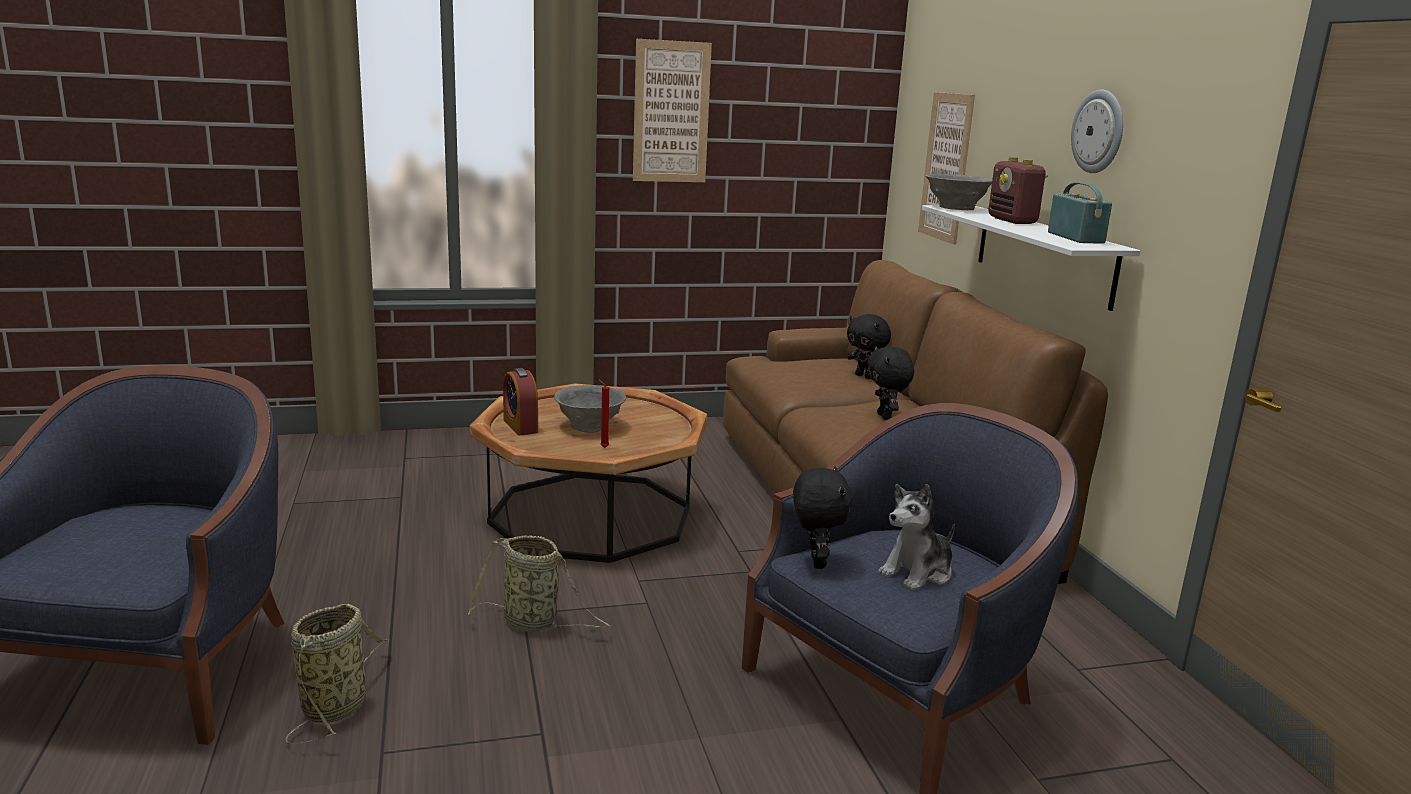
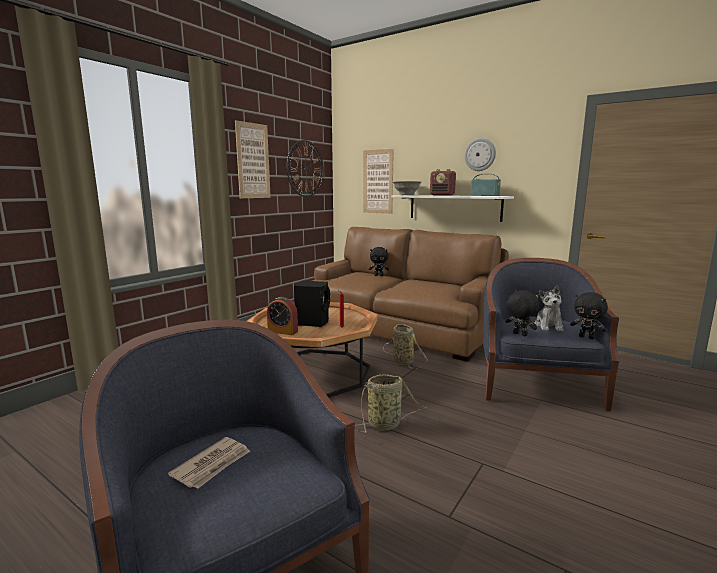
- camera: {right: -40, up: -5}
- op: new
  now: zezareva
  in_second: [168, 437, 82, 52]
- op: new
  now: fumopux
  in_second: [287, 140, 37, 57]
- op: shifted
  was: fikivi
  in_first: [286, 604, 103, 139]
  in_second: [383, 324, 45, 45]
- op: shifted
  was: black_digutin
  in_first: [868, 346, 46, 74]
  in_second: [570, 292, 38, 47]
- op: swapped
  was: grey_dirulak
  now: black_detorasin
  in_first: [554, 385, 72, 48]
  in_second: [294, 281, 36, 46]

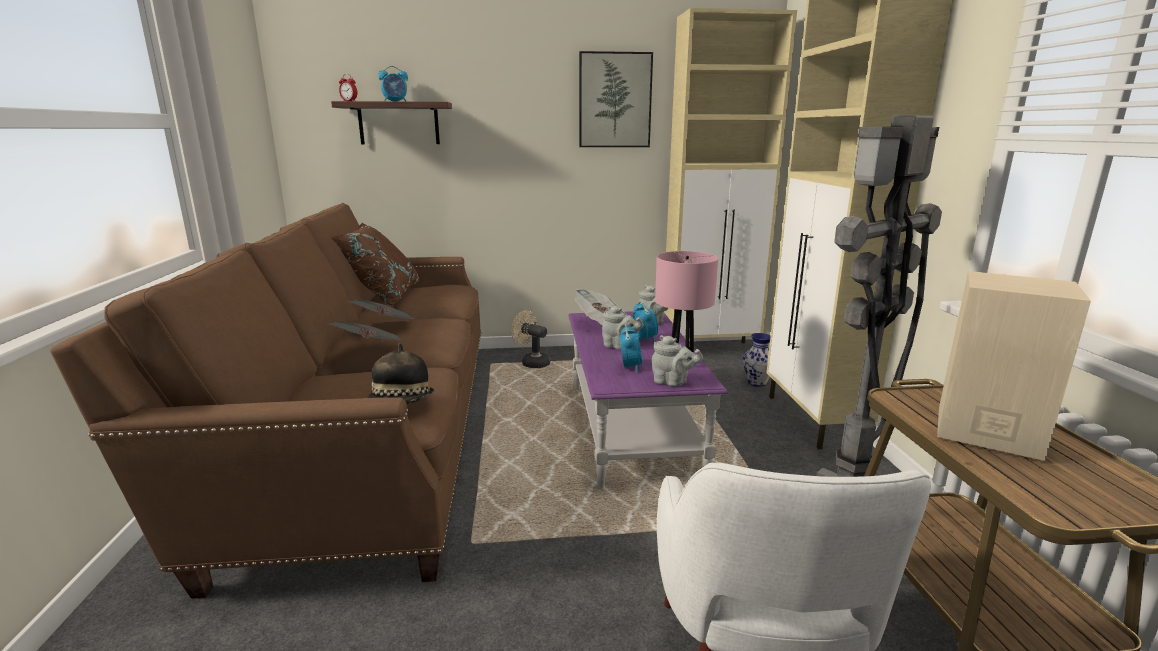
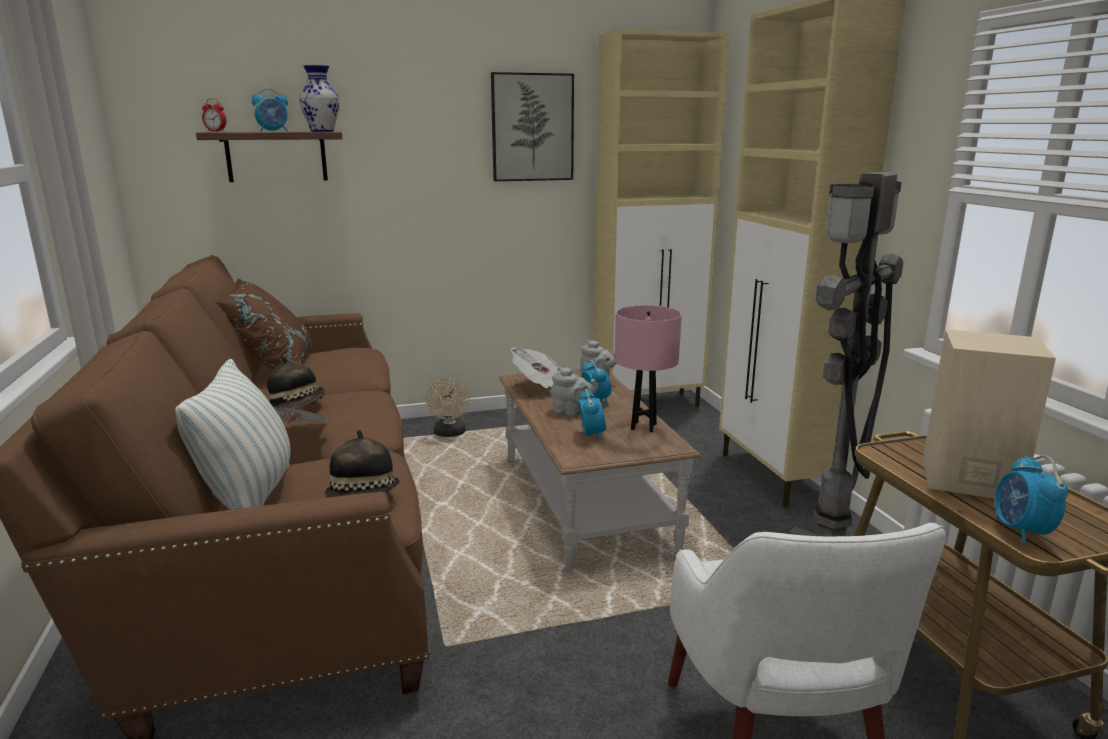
- camera: {right: -10, up: 0}
- op: gone
  was: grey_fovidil
  in_first: [652, 335, 51, 51]
- op: new
  now: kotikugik
  in_second: [175, 359, 115, 151]
- op: new
  now: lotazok
  in_second: [995, 455, 73, 89]
- op: shifted
  was: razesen
  in_first: [743, 333, 28, 54]
  in_second: [299, 65, 41, 67]
- op: swapped
  was: zezareva
  now: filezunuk
  in_first: [348, 300, 69, 19]
  in_second: [267, 357, 58, 52]
- op: repainted
  was: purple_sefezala
  now: brown_sefezala
  in_first: [568, 311, 160, 177]
  in_second: [499, 368, 203, 203]
- op: rotated
  was: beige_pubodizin
  in_first: [511, 310, 39, 58]
  in_second: [426, 378, 44, 59]
  clockwise: -120

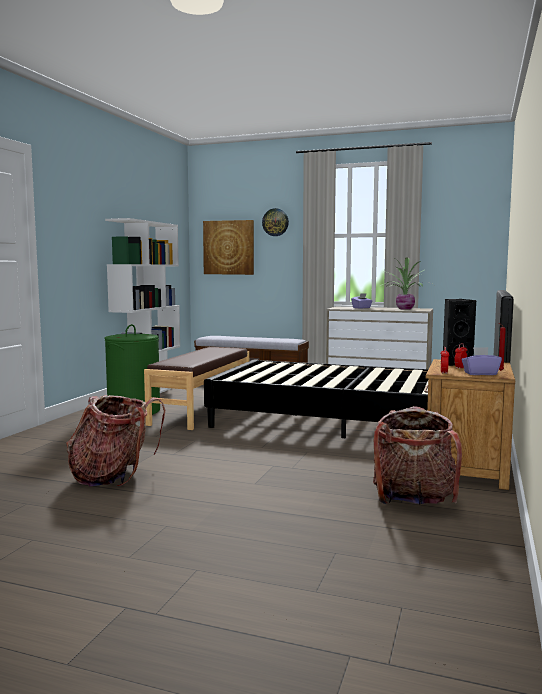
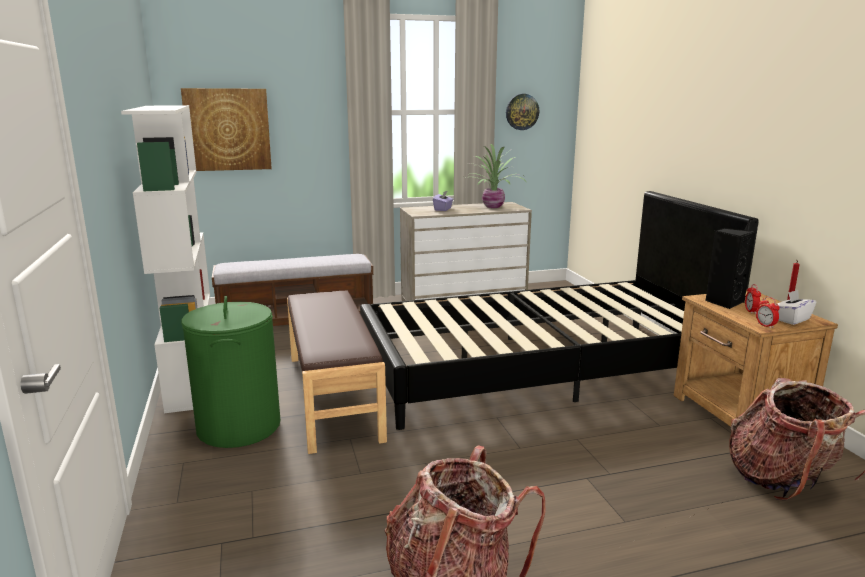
- camera: {right: -35, up: 10}
- op: shifted
  was: fumopux
  in_first: [262, 208, 27, 28]
  in_second: [506, 94, 33, 36]
- op: repainted
  was: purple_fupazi
  now: white_fupazi
  in_first: [462, 347, 40, 28]
  in_second: [777, 290, 39, 35]

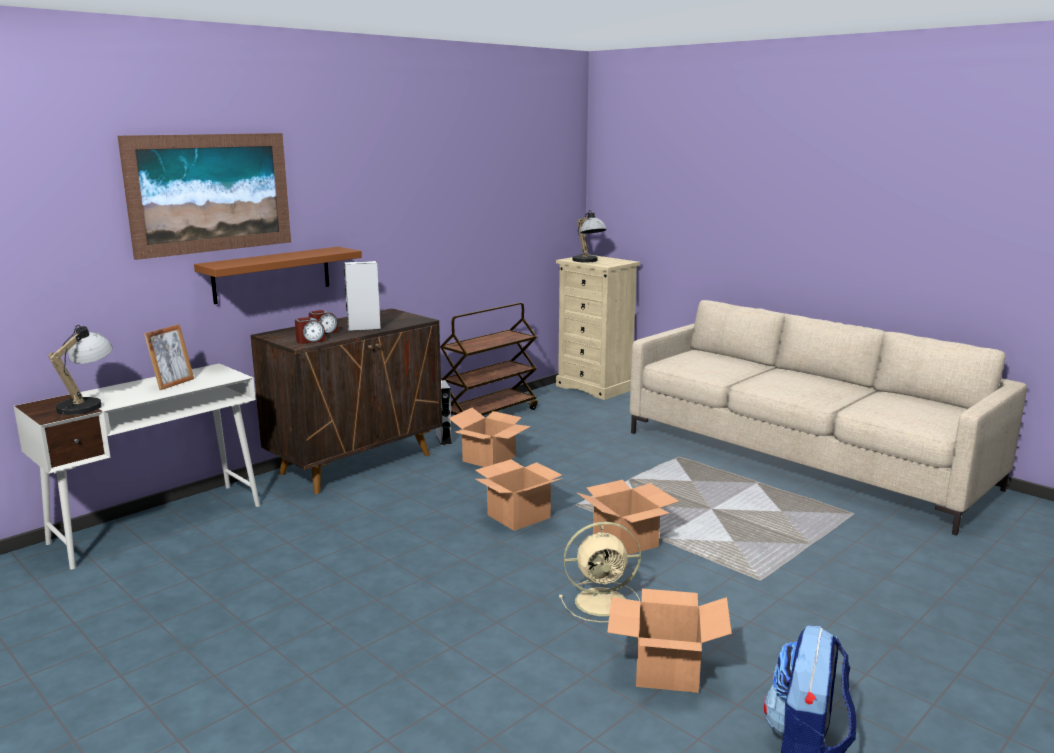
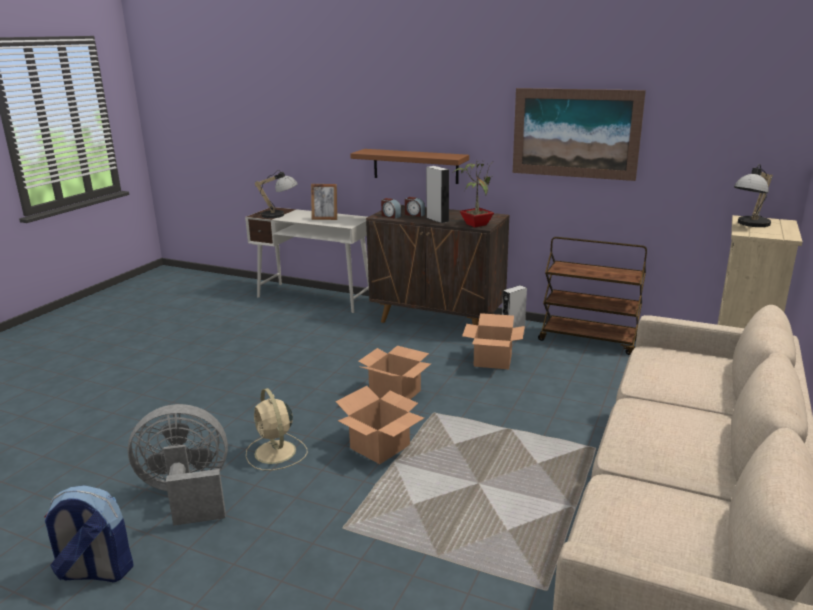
- camera: {right: 70, up: 5}
- op: new
  now: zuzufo
  in_second: [454, 159, 40, 68]
- op: shifted
  was: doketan
  in_first: [118, 133, 173, 127]
  in_second: [513, 88, 133, 93]
- op: swapped
  was: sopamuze
  now: grey_pubodizin
  in_first: [607, 589, 125, 104]
  in_second: [128, 404, 100, 122]

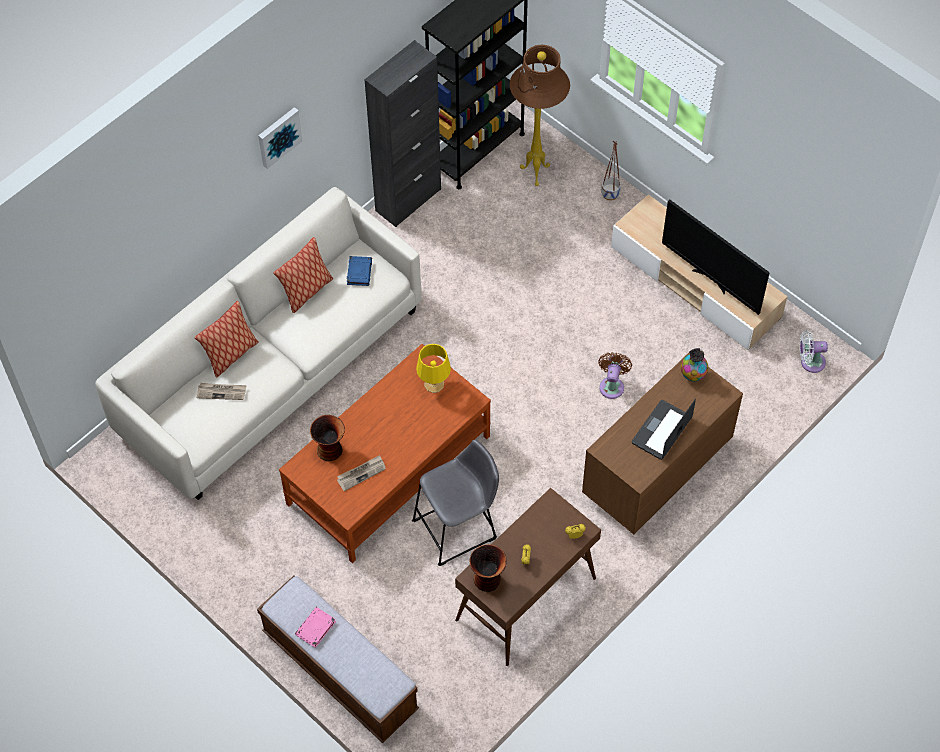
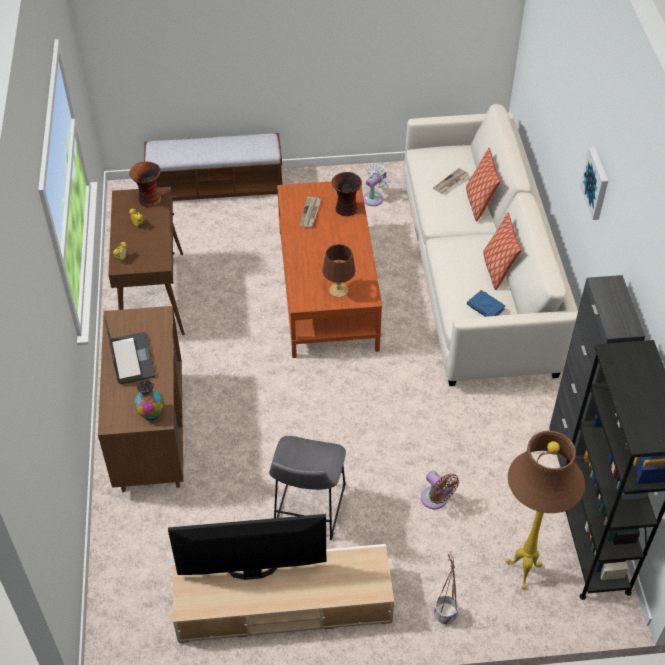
- camera: {right: 130, up: -10}
- op: gone
  was: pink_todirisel
  in_first: [295, 607, 41, 41]
- op: shifted
  was: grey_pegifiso
  in_first: [412, 440, 87, 126]
  in_second: [269, 436, 77, 104]
- op: shifted
  was: brown_pubodizin
  in_first: [598, 352, 34, 47]
  in_second: [421, 471, 38, 38]
- op: shifted
  was: white_pubodizin
  in_first: [800, 330, 28, 43]
  in_second: [363, 163, 29, 43]
- op: repainted
  was: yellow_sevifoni
  now: brown_sevifoni
  in_first: [416, 344, 35, 49]
  in_second: [322, 244, 34, 54]

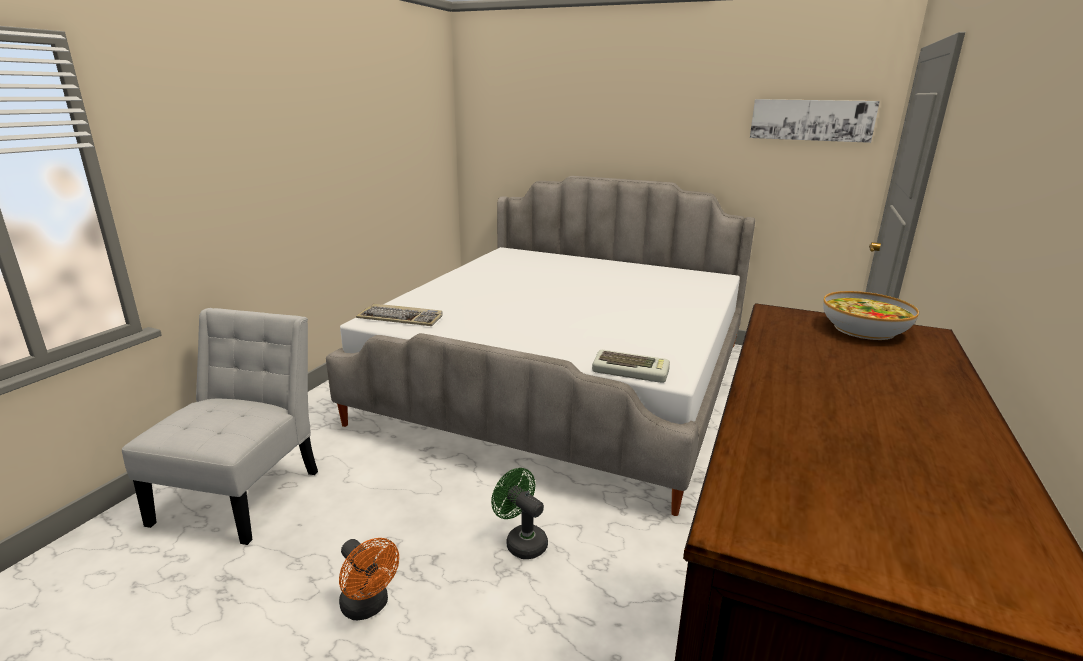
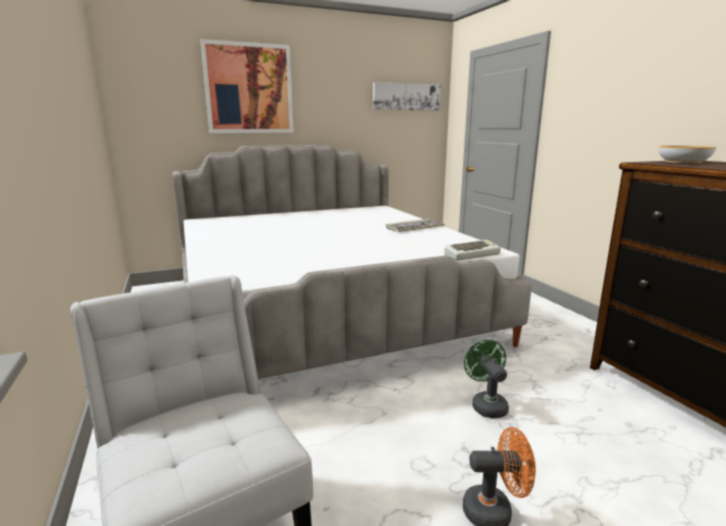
- camera: {right: -45, up: -5}
- op: new
  now: doketan
  in_second: [200, 39, 94, 94]
- op: shifted
  was: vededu
  in_first: [356, 304, 87, 22]
  in_second: [386, 219, 59, 13]
- op: rotated
  was: green_pubodizin
  in_first: [491, 468, 57, 91]
  in_second: [464, 340, 45, 78]
  clockwise: 75

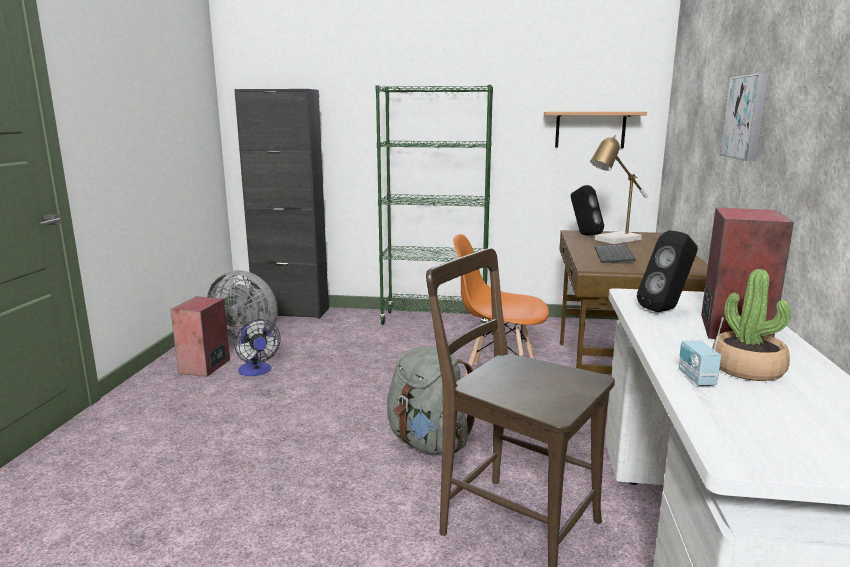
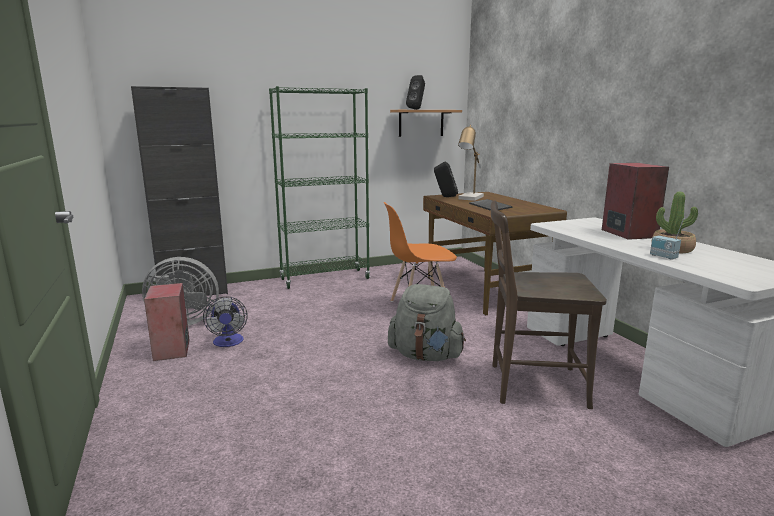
- camera: {right: -30, up: 0}
- op: gone
  was: doketan
  in_first: [720, 73, 49, 88]
- op: shifted
  was: black_detorasin
  in_first: [637, 230, 61, 82]
  in_second: [406, 75, 19, 35]
- op: rotated
  was: pubodizin
  in_first: [234, 319, 47, 57]
  in_second: [203, 296, 45, 51]
  clockwise: 45

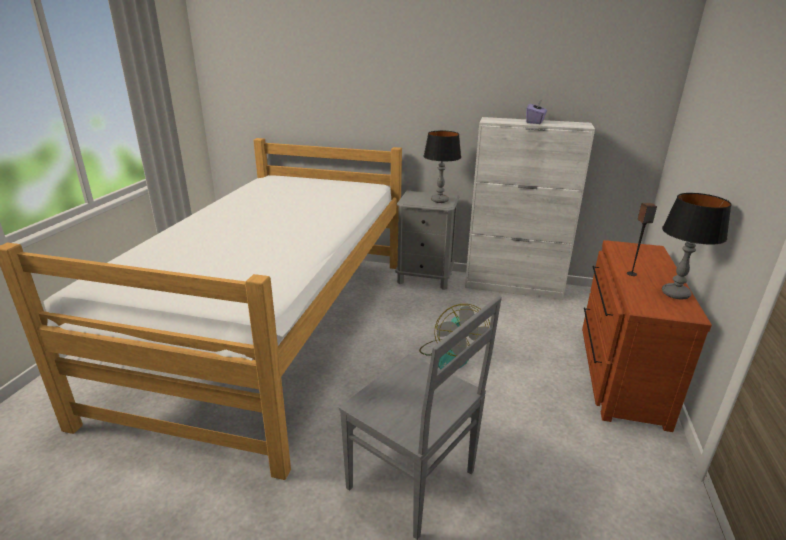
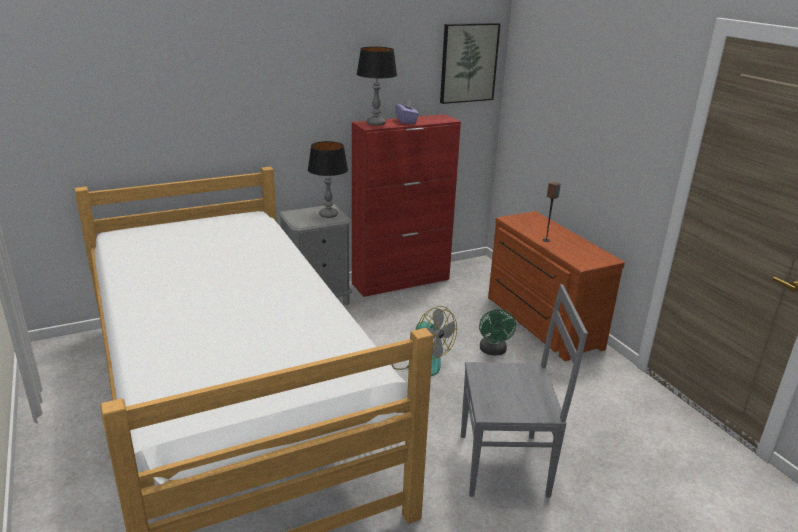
- camera: {right: -40, up: 0}
- op: new
  now: doketan
  in_second: [440, 23, 61, 81]
- op: new
  now: green_pubodizin
  in_second: [479, 309, 37, 46]
- op: shifted
  was: sevifoni
  in_first: [662, 193, 70, 107]
  in_second: [357, 47, 40, 79]
- op: repainted
  was: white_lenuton
  now: red_lenuton
  in_first: [465, 117, 130, 183]
  in_second: [352, 114, 109, 183]

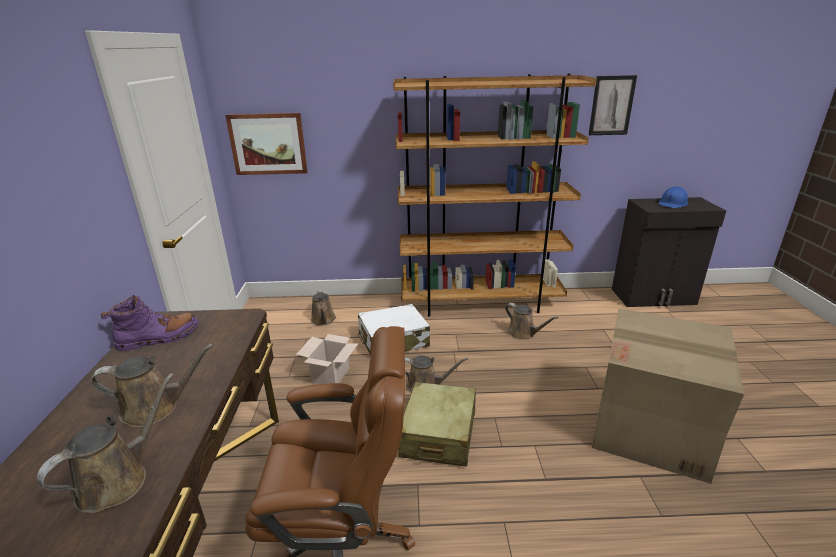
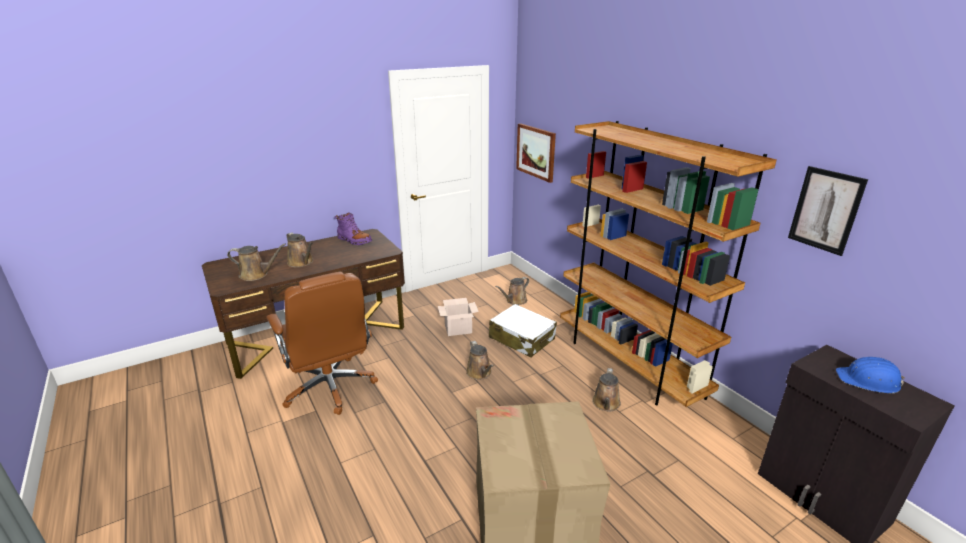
- camera: {right: 60, up: 0}
- op: gone
  was: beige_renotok
  in_first: [398, 382, 78, 85]

